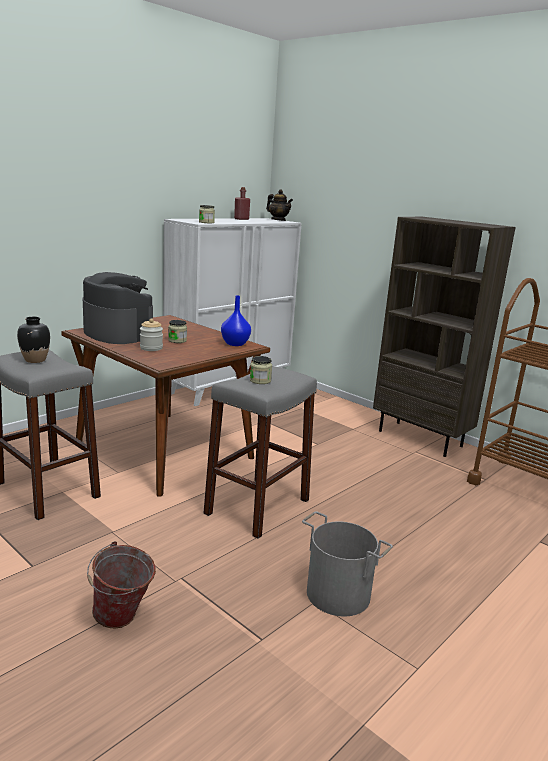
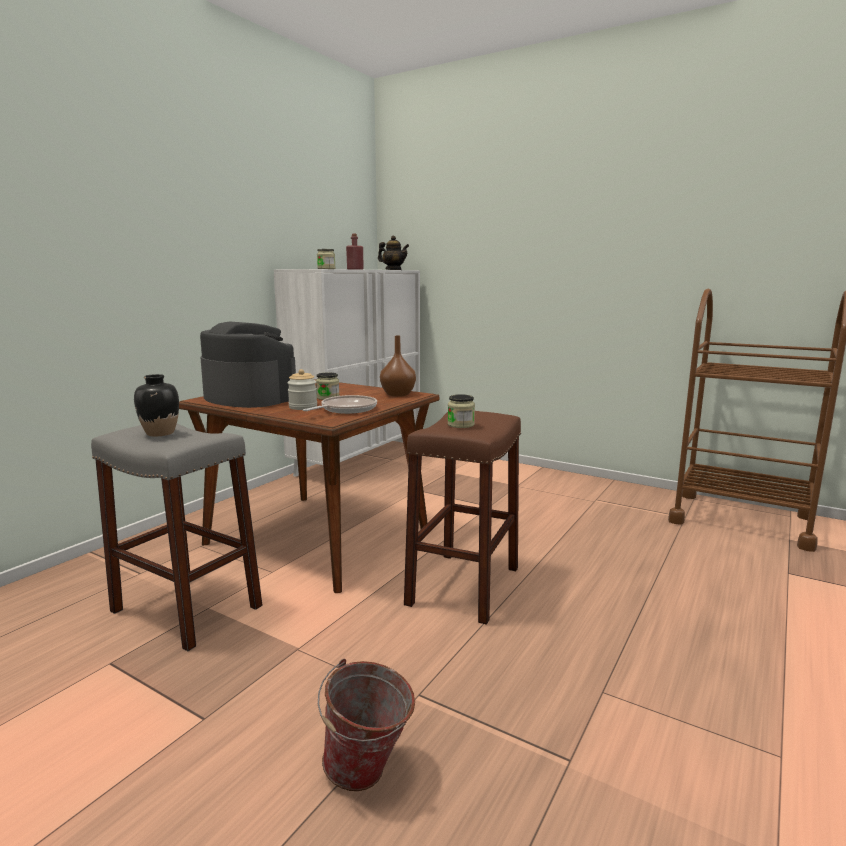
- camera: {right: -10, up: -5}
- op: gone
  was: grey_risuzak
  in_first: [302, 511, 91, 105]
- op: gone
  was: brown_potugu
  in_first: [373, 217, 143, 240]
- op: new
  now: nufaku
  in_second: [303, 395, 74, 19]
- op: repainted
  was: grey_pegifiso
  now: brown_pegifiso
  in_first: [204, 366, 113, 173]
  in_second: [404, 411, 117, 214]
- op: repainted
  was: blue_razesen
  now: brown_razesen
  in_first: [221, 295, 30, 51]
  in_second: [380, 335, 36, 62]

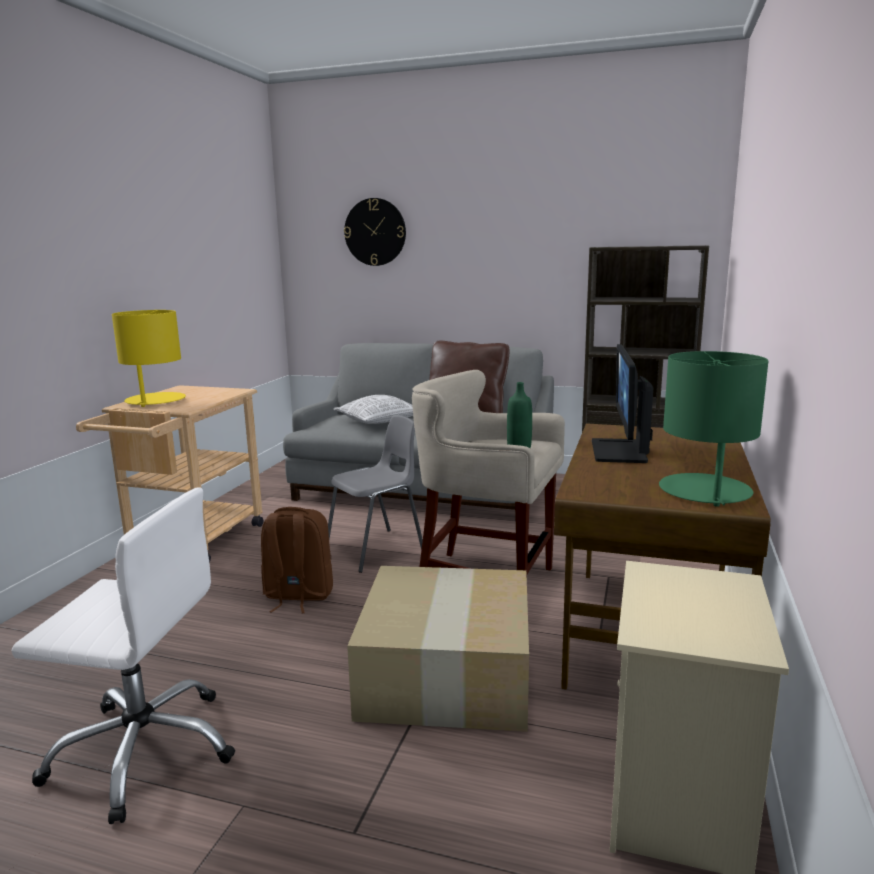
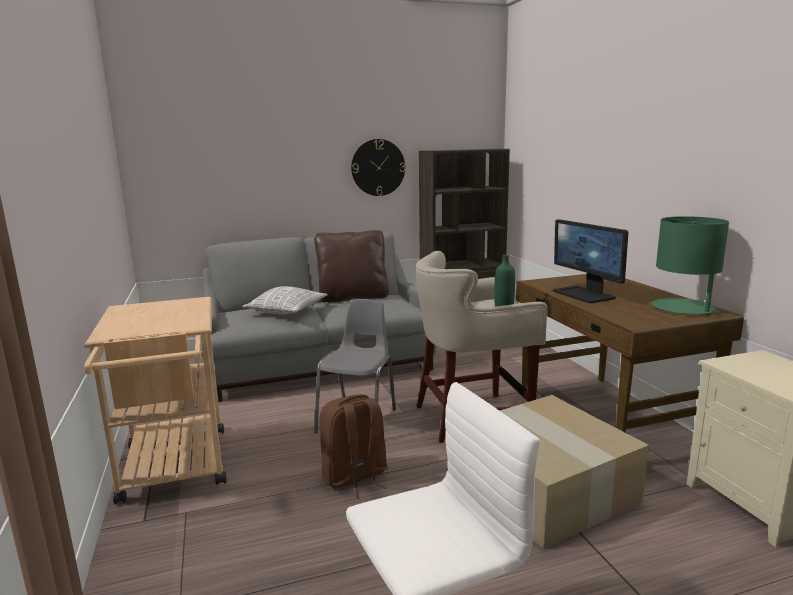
- camera: {right: -35, up: 0}
- op: gone
  was: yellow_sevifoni
  in_first: [112, 310, 74, 97]
- op: shifted
  was: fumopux
  in_first: [344, 198, 62, 68]
  in_second: [351, 139, 54, 57]

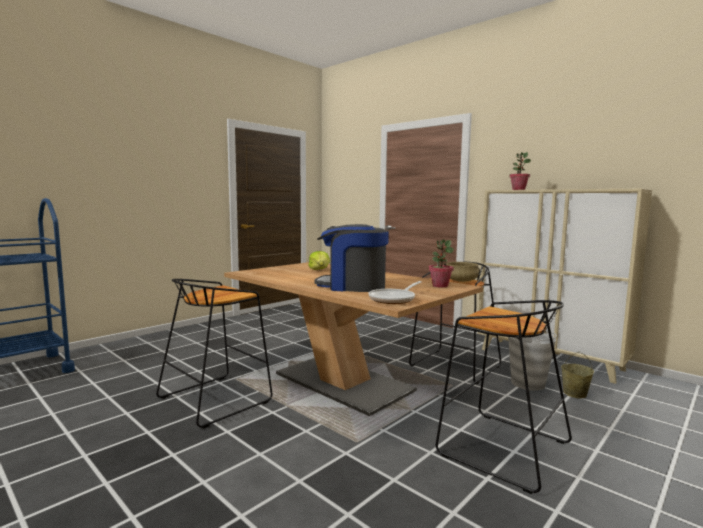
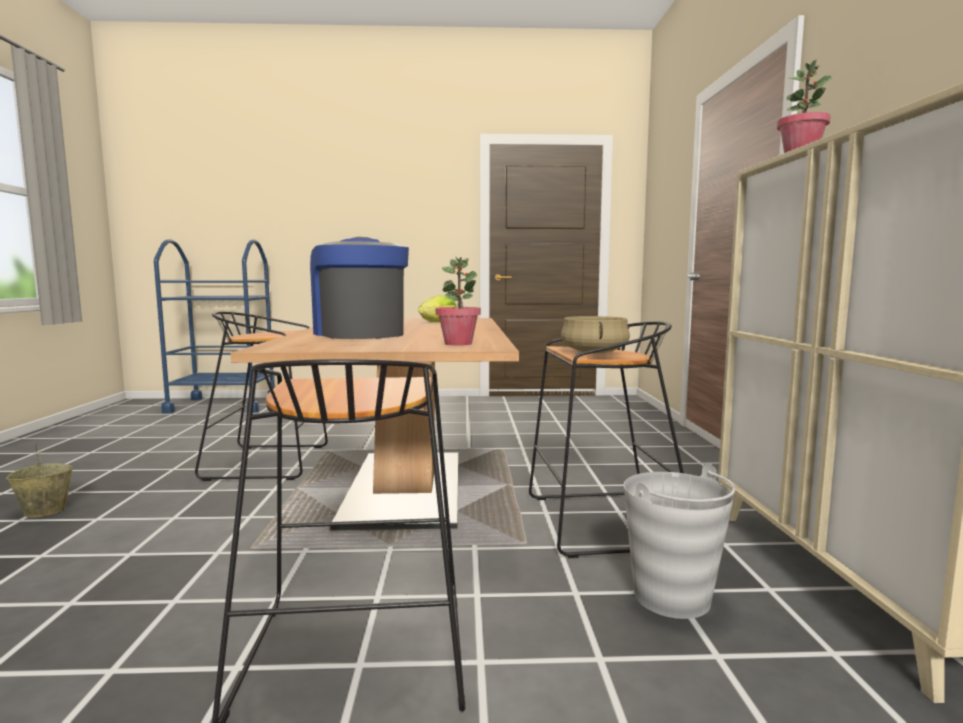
- camera: {right: 45, up: 0}
- op: gone
  was: nufaku
  in_first: [368, 281, 53, 23]
- op: shifted
  was: beige_risuzak
  in_first: [561, 352, 33, 47]
  in_second: [6, 443, 67, 75]

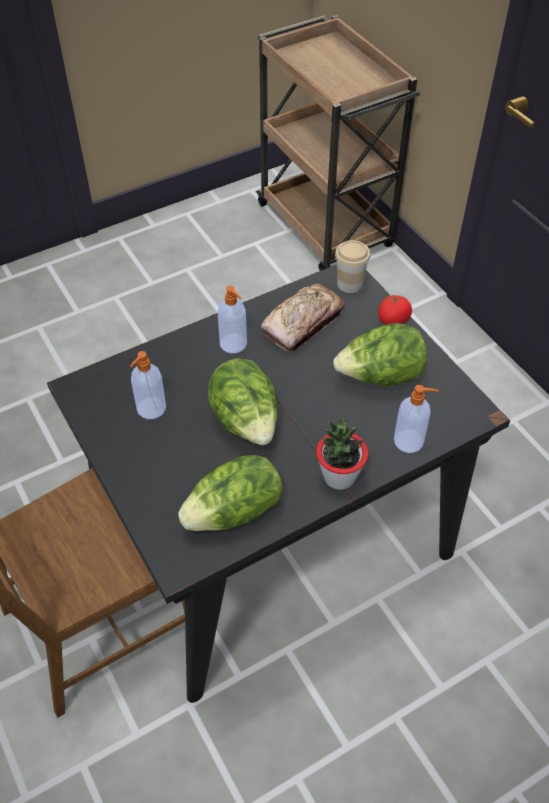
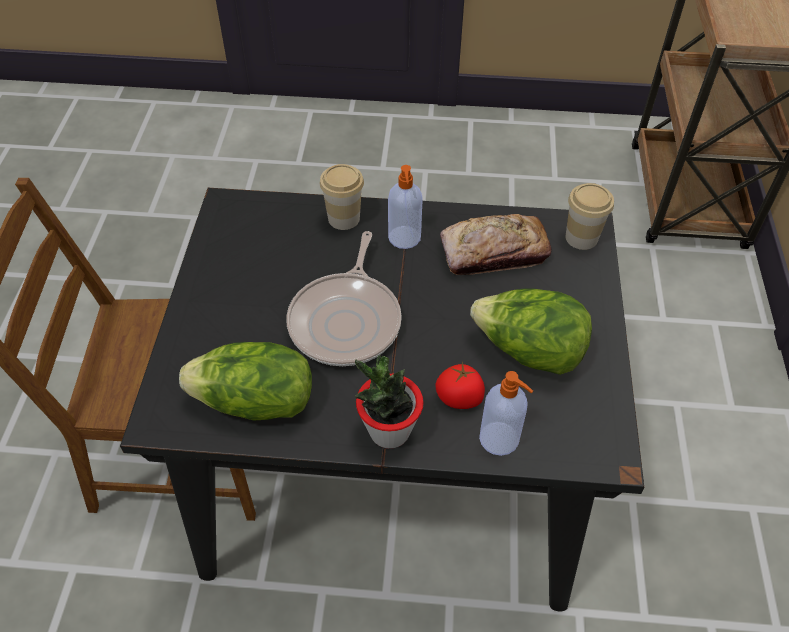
- camera: {right: 35, up: 0}
- op: gone
  was: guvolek
  in_first: [130, 351, 36, 68]
- op: new
  now: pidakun
  in_second: [320, 164, 44, 66]
- op: shifted
  was: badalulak
  in_first: [378, 295, 34, 29]
  in_second: [435, 362, 50, 47]
- op: swapped
  was: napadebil
  now: nufaku
  in_first: [208, 358, 70, 87]
  in_second: [286, 231, 116, 135]

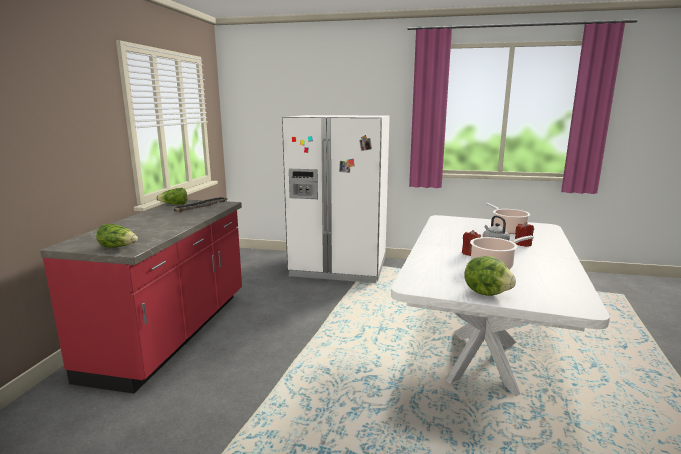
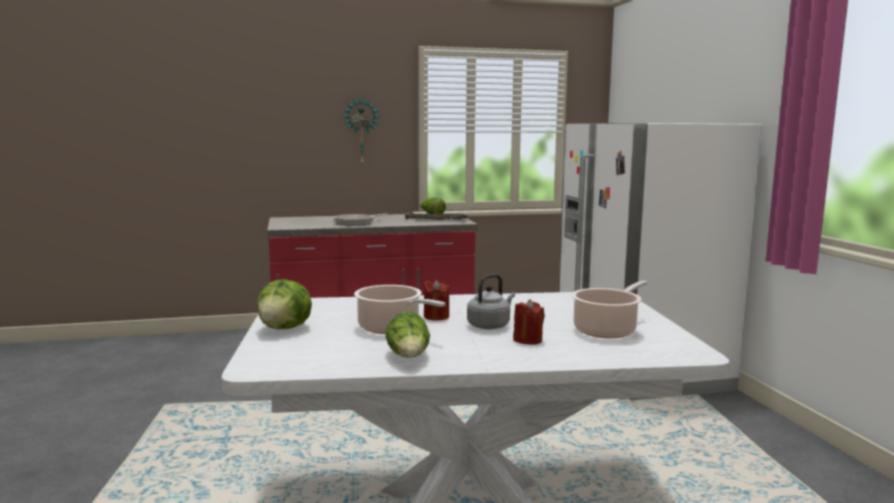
- camera: {right: 65, up: -5}
- op: new
  now: nufaku
  in_second: [334, 213, 54, 13]
- op: new
  now: fumopux
  in_second: [343, 97, 37, 69]
- op: shifted
  was: napadebil
  in_first: [96, 223, 42, 25]
  in_second: [386, 312, 44, 46]

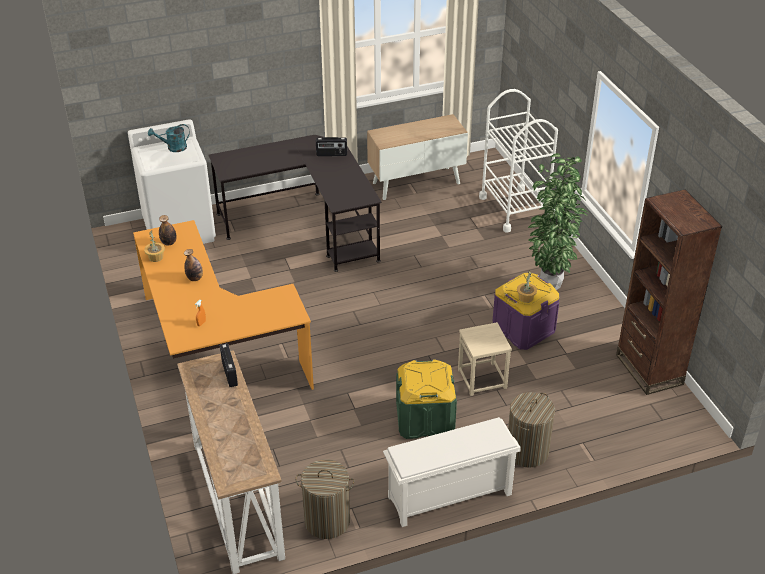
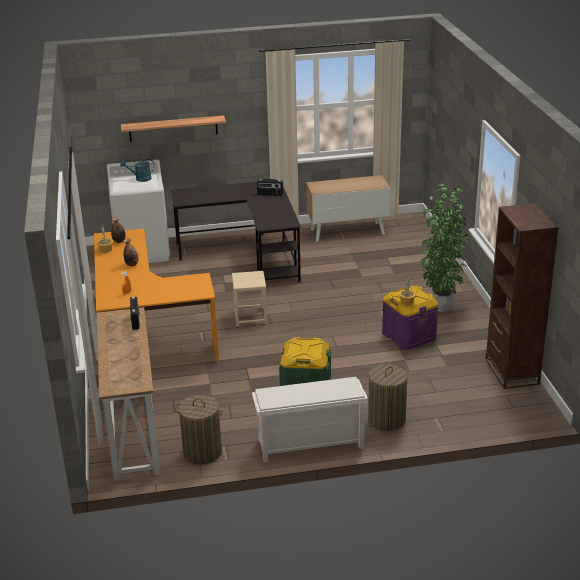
- camera: {right: 10, up: -10}
- op: gone
  was: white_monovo
  in_first: [479, 89, 79, 143]
- op: new
  now: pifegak
  in_second: [121, 115, 105, 27]
- op: shifted
  was: beige_pegifiso
  in_first: [458, 322, 54, 74]
  in_second: [232, 271, 35, 55]

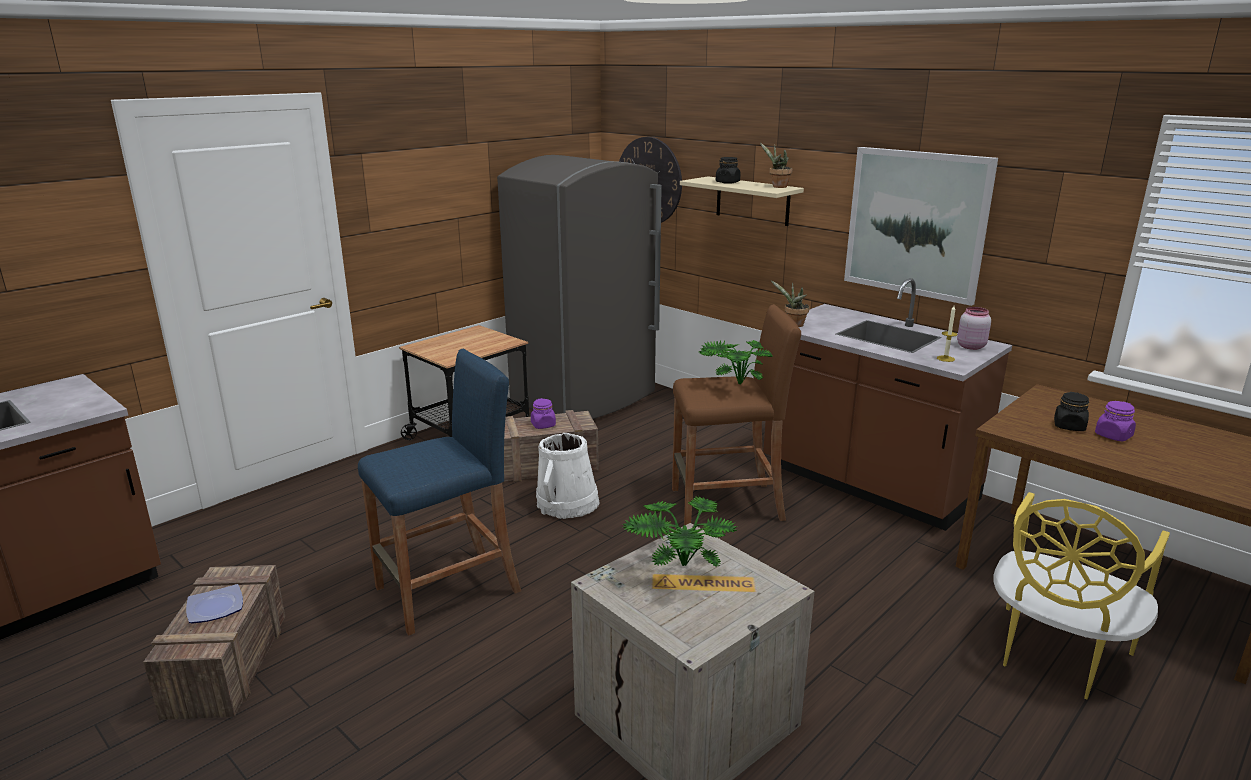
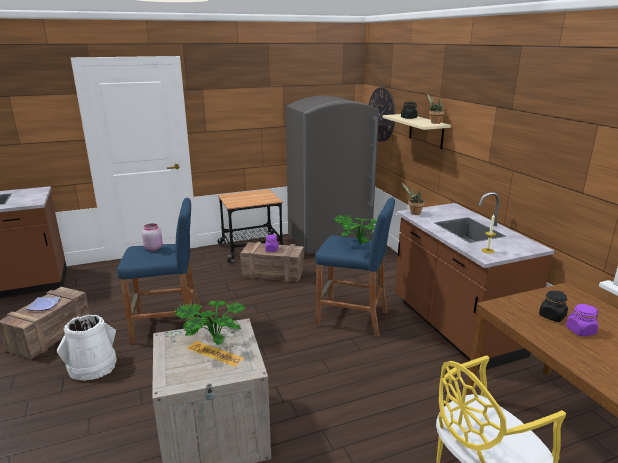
- camera: {right: 25, up: 0}
- op: gone
  was: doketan
  in_first: [844, 147, 154, 159]
- op: shifted
  was: white_risuzak
  in_first: [536, 433, 64, 86]
  in_second: [57, 315, 60, 66]
- op: shifted
  was: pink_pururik
  in_first: [957, 307, 34, 43]
  in_second: [142, 223, 21, 28]
- op: repainted
  was: brown_pegifiso
  now: blue_pegifiso
  in_first: [672, 304, 129, 221]
  in_second: [315, 197, 80, 140]

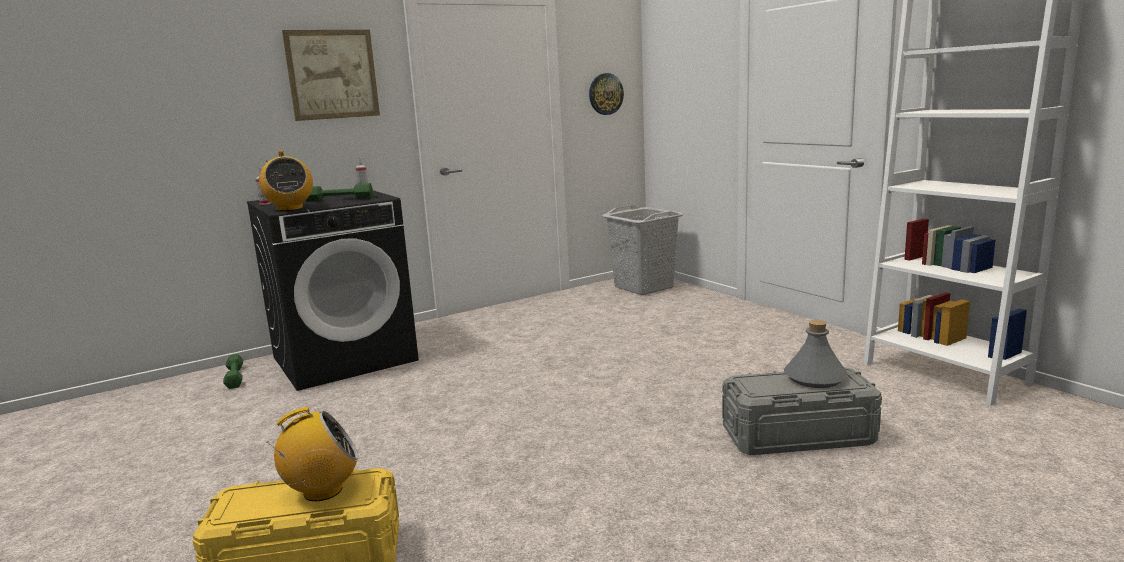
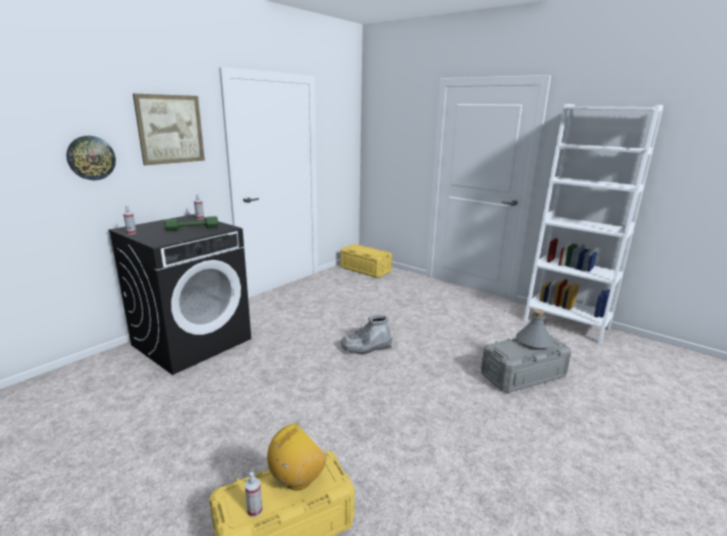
- camera: {right: -20, up: 5}
- op: gone
  was: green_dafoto
  in_first: [223, 354, 20, 35]
- op: gone
  was: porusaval
  in_first: [259, 150, 54, 61]
- op: new
  now: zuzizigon
  in_second: [245, 472, 18, 45]
- op: new
  now: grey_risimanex
  in_second: [340, 315, 52, 39]
- op: shifted
  was: fumopux
  in_first: [589, 73, 35, 42]
  in_second: [66, 136, 50, 44]
- op: swapped
  was: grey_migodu
  now: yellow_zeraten
  in_first: [602, 205, 82, 90]
  in_second: [341, 244, 51, 34]

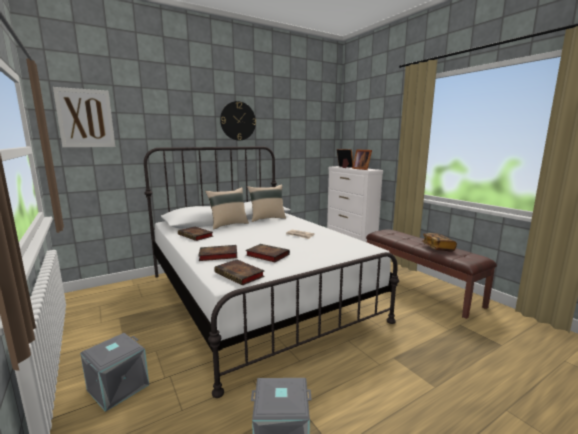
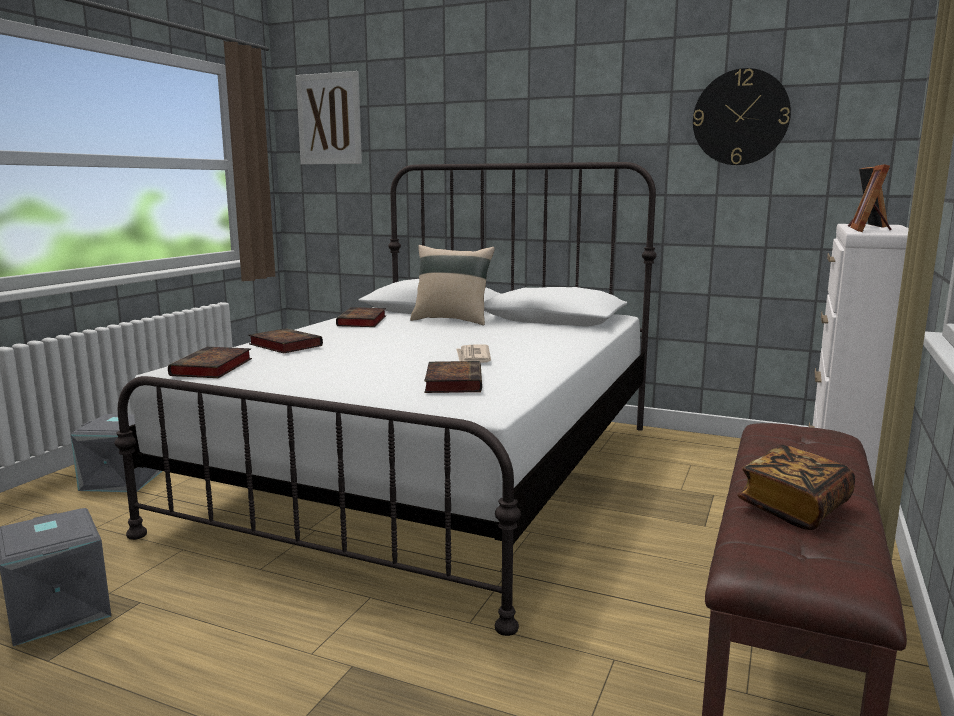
- camera: {right: 55, up: 0}
- op: gone
  was: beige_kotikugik
  in_first: [247, 184, 39, 38]
- op: shifted
  was: fumopux
  in_first: [220, 101, 36, 39]
  in_second: [693, 68, 98, 97]
- op: shifted
  was: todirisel
  in_first: [245, 244, 45, 18]
  in_second: [424, 361, 58, 32]

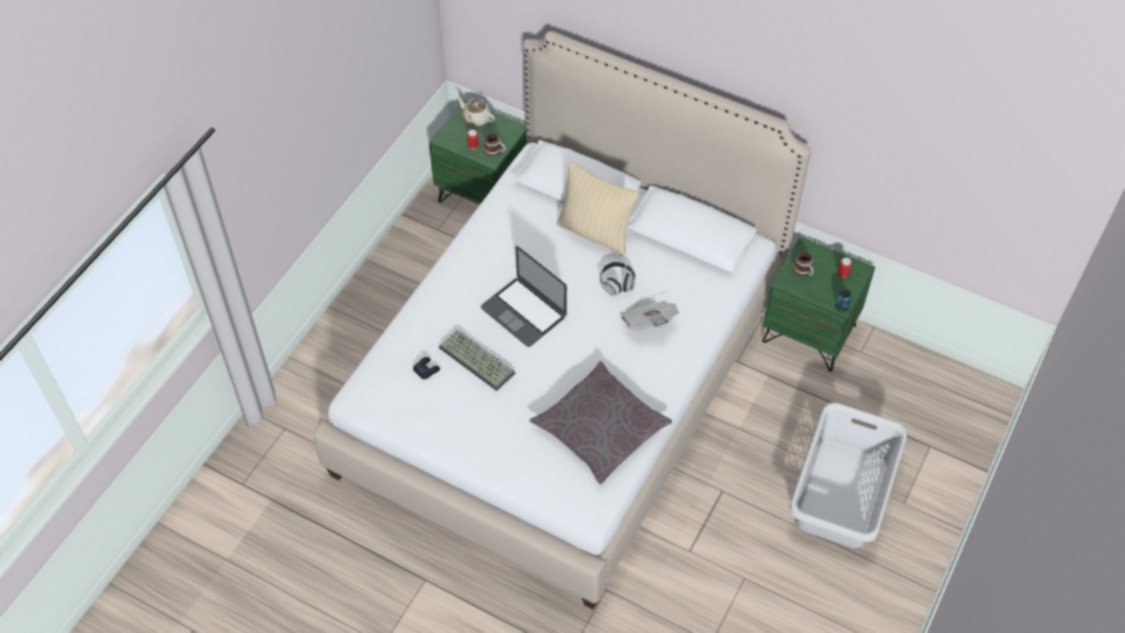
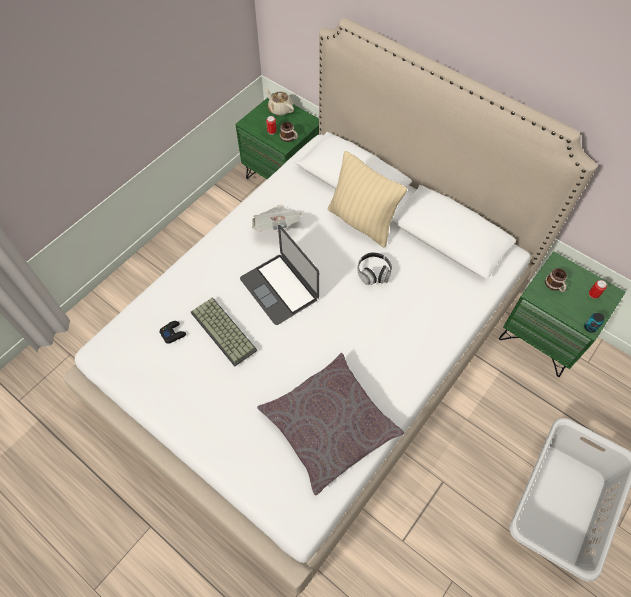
- camera: {right: 10, up: 5}
- op: shifted
  was: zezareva
  in_first: [620, 297, 59, 34]
  in_second: [252, 205, 50, 27]

